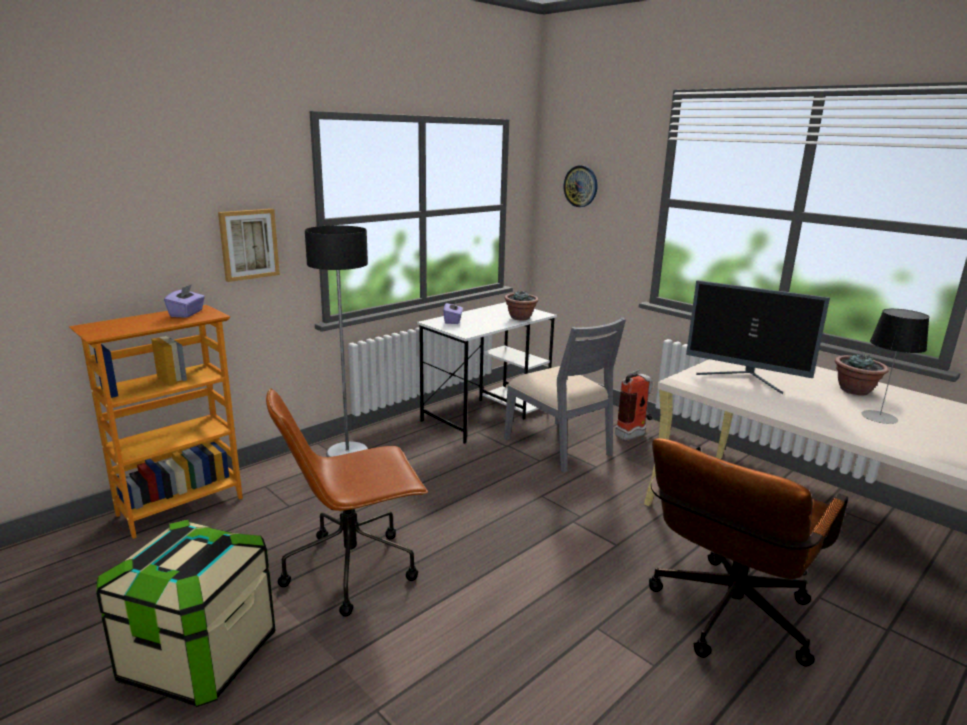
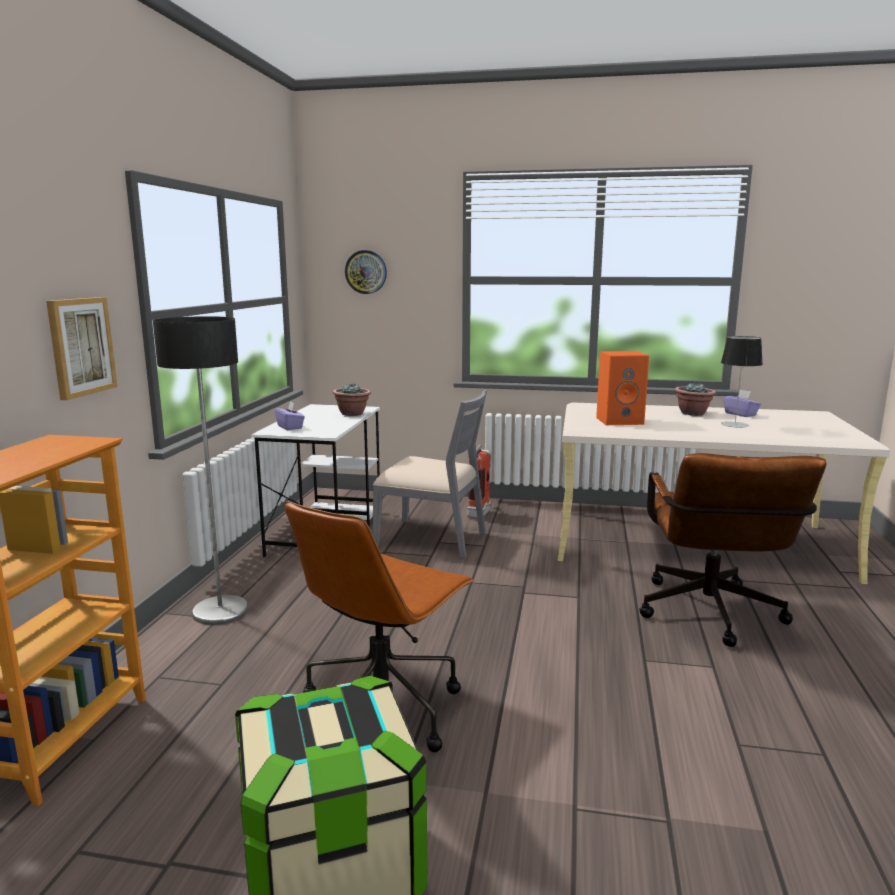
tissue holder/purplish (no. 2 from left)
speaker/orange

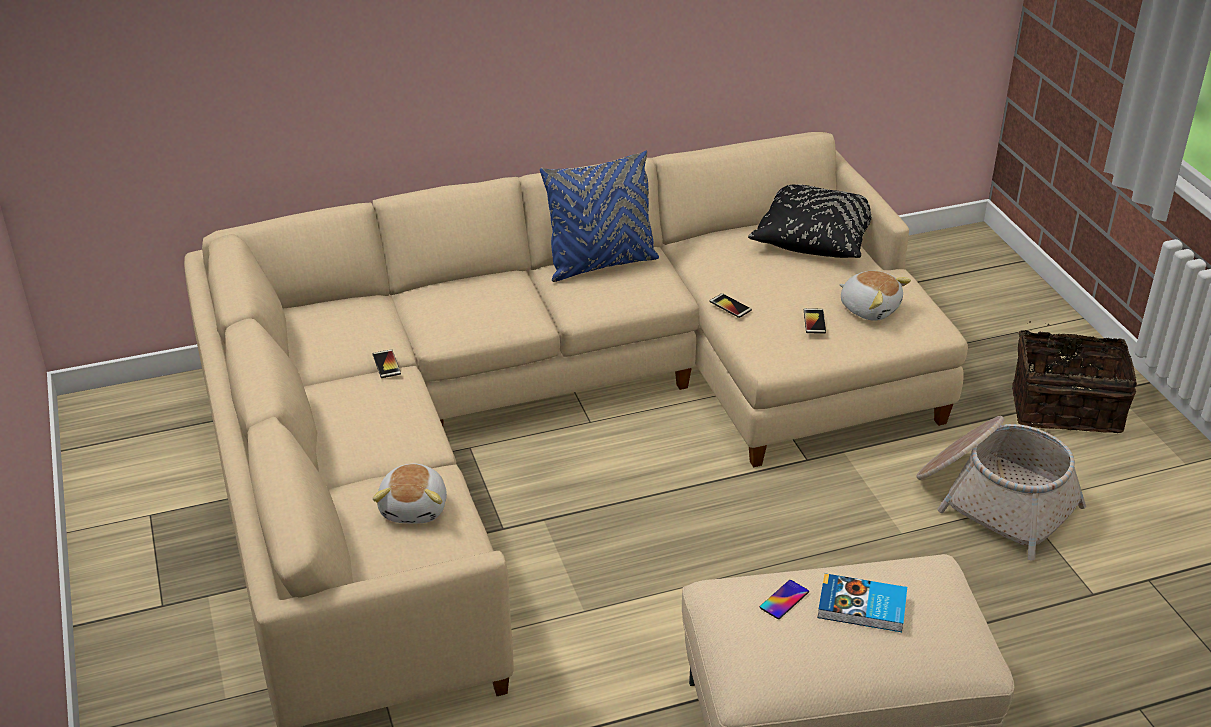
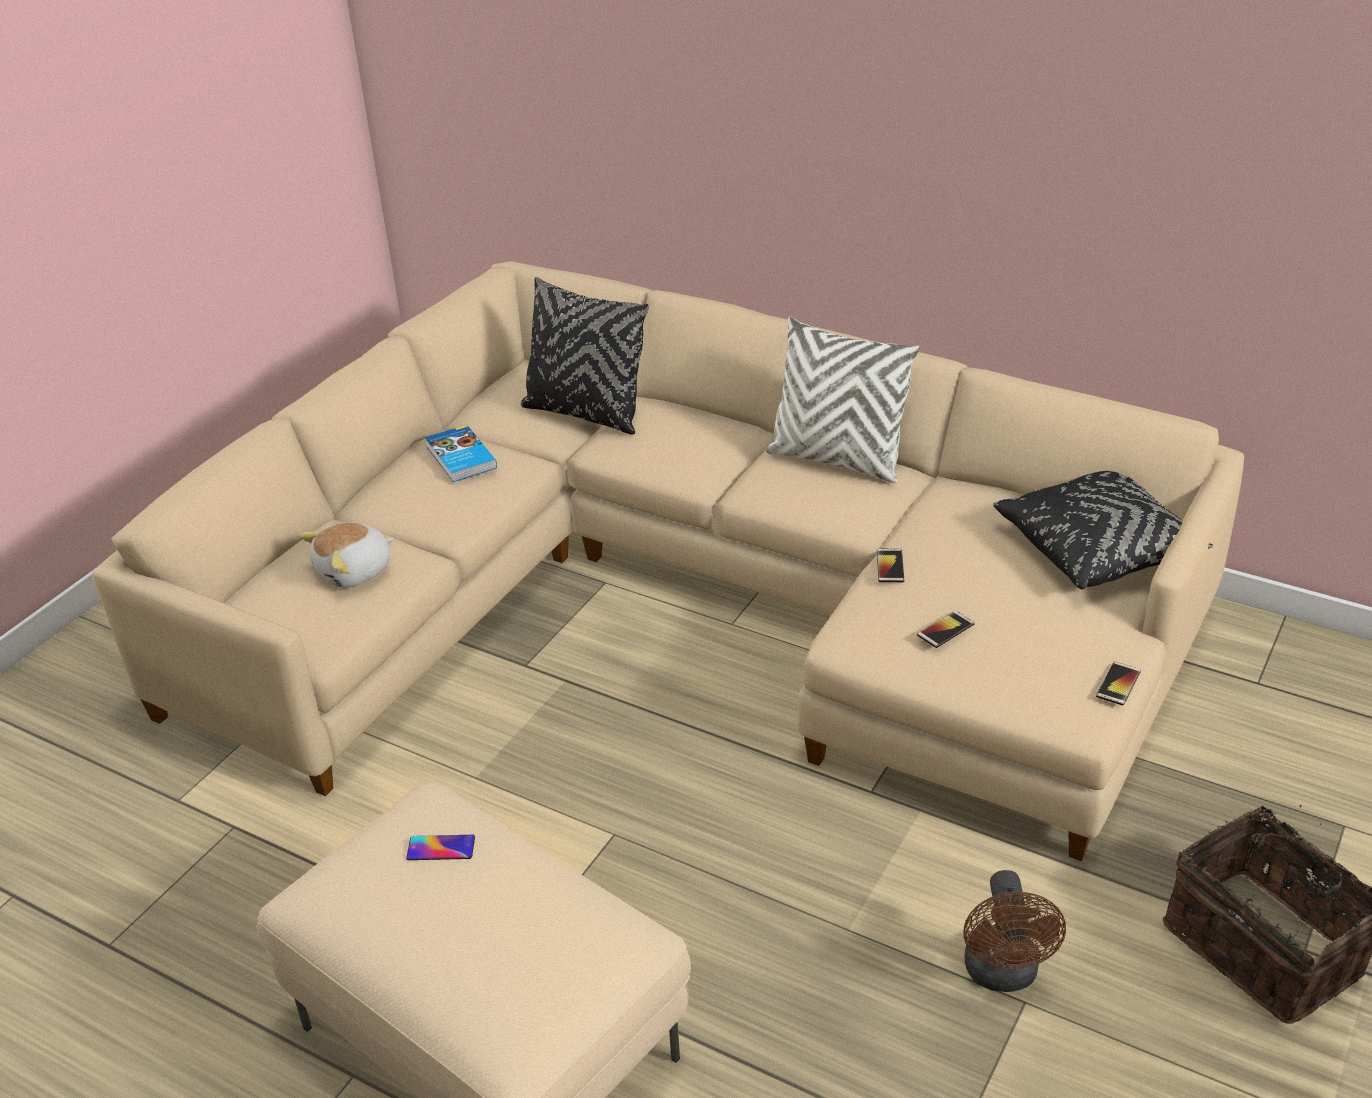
plush toy (no. 2 from left in the first image)
cushion/black (no. 1 from left)
handset (no. 4 from left)
bound book
electric fan/brown
cushion/white-coloured

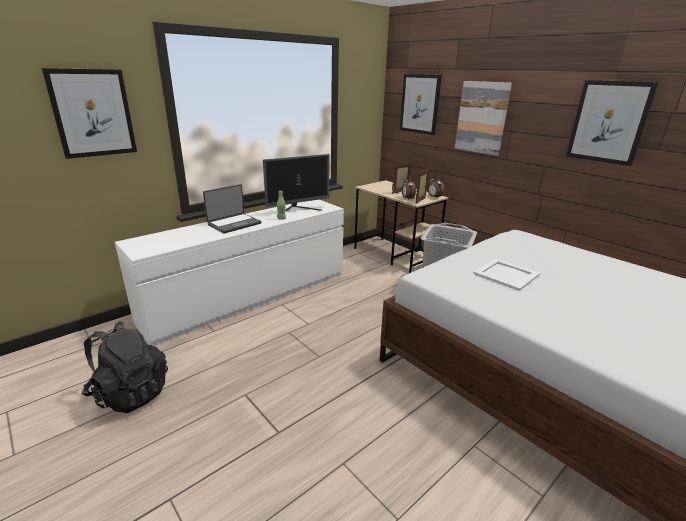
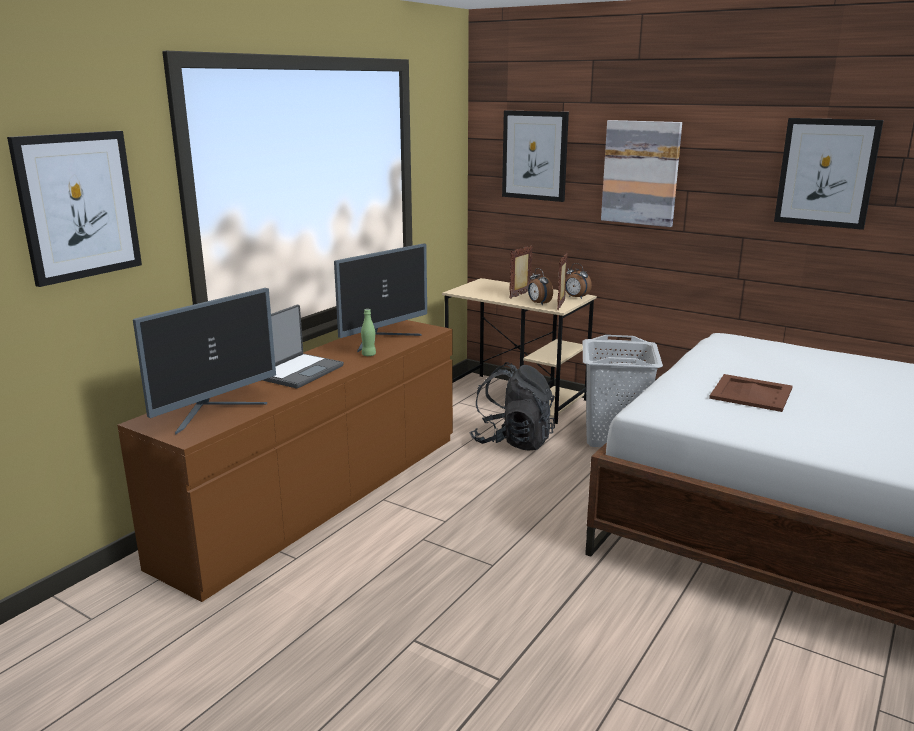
computer screen (no. 1 from left)
knapsack/black
drawer chest/brown
serving tray/brown

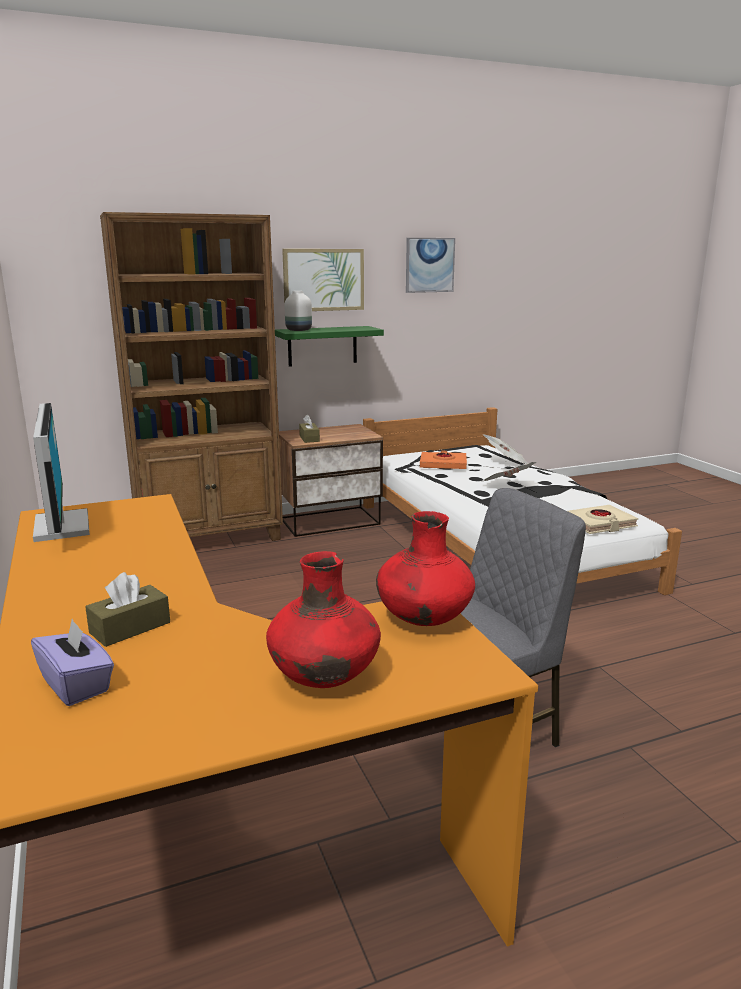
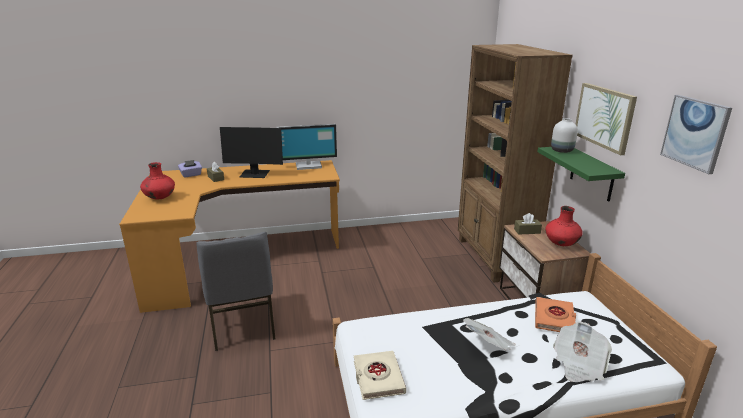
computer screen (no. 1 from left)
vase/reddish (no. 2 from left)

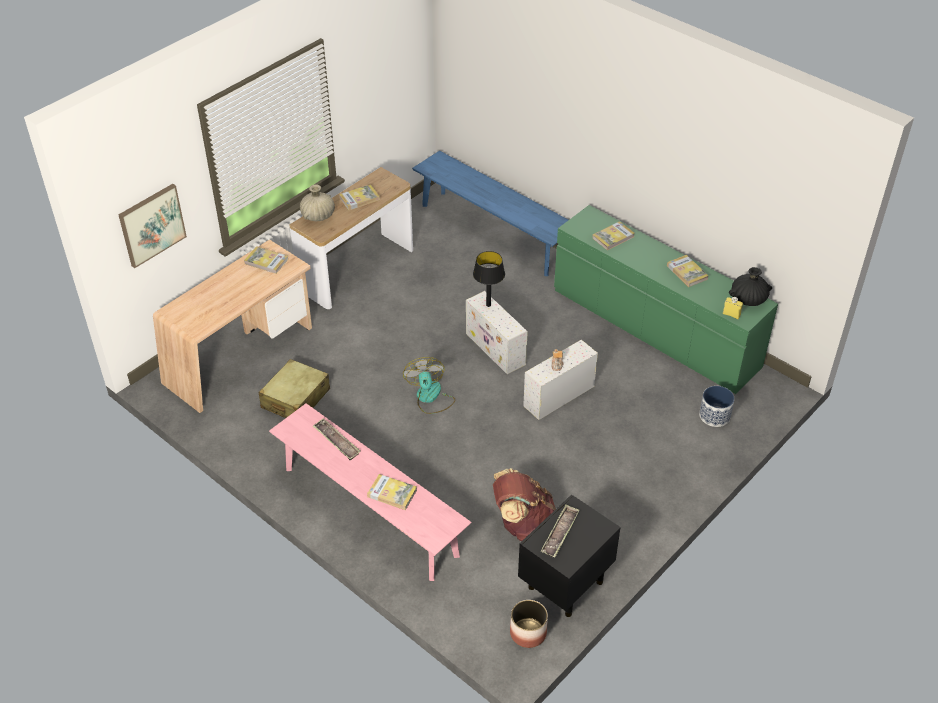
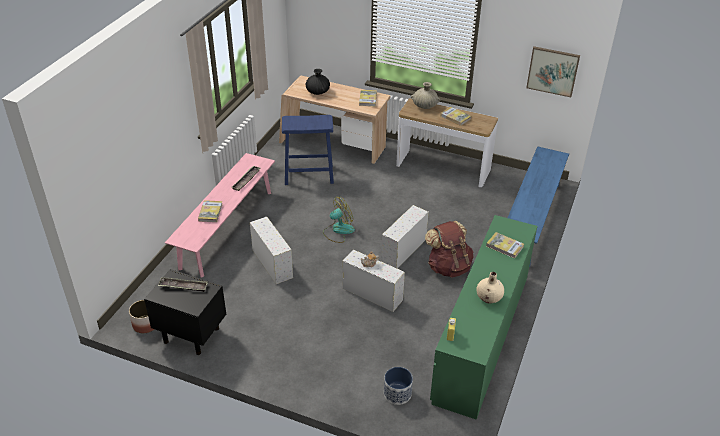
lamp for a table/black
storage bin/white-coloured (no. 1 from left)
wall picture
knapsack/brown
vase/black
sitting stool/blue
vase/beige (no. 2 from left)

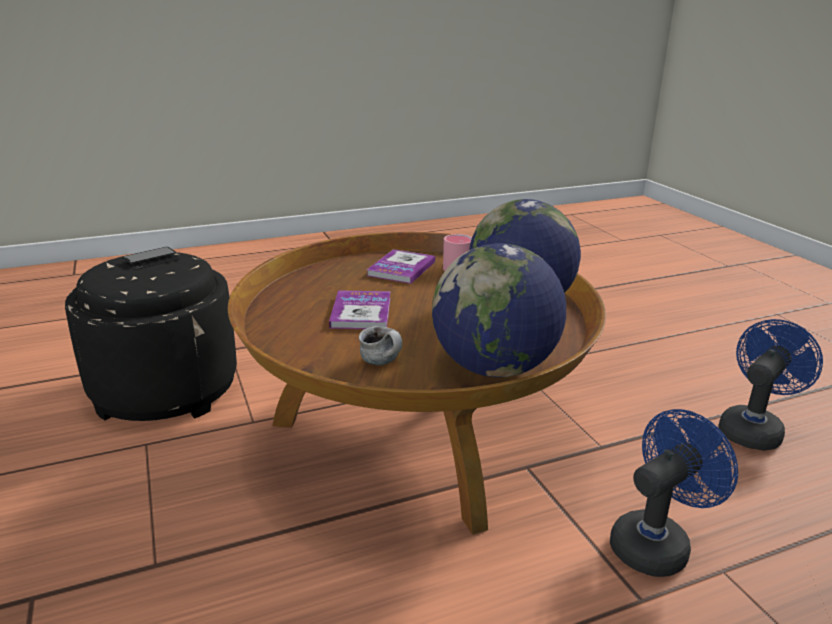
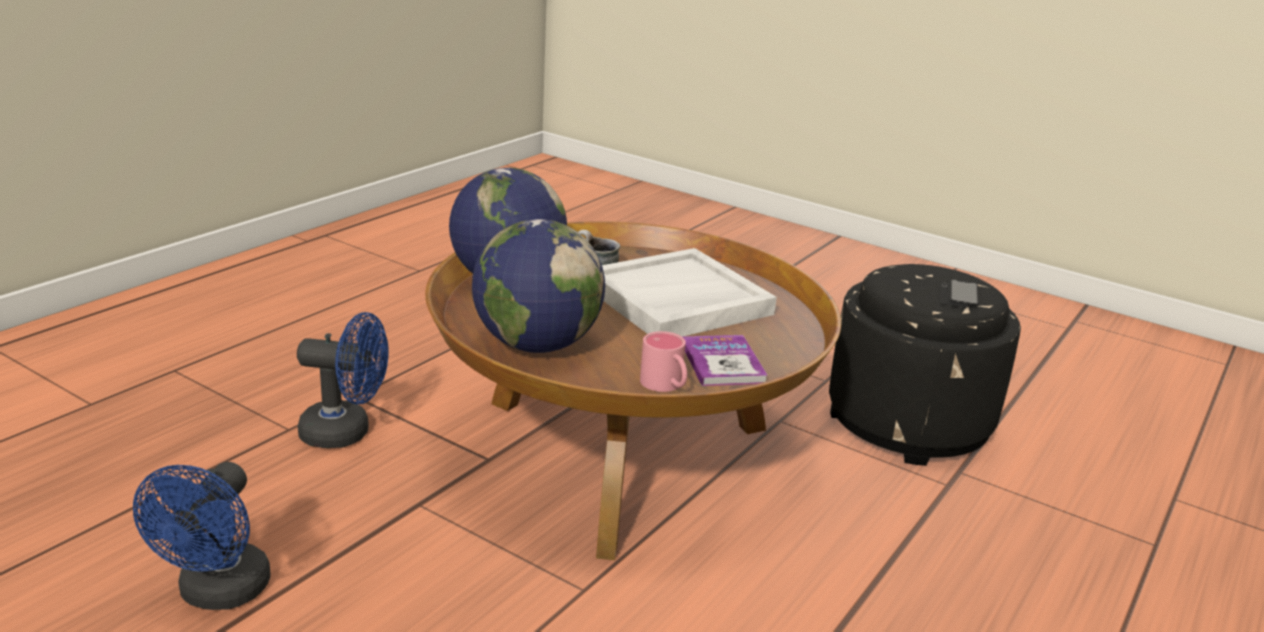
serving tray/white-coloured
electric fan/blue (no. 2 from left)

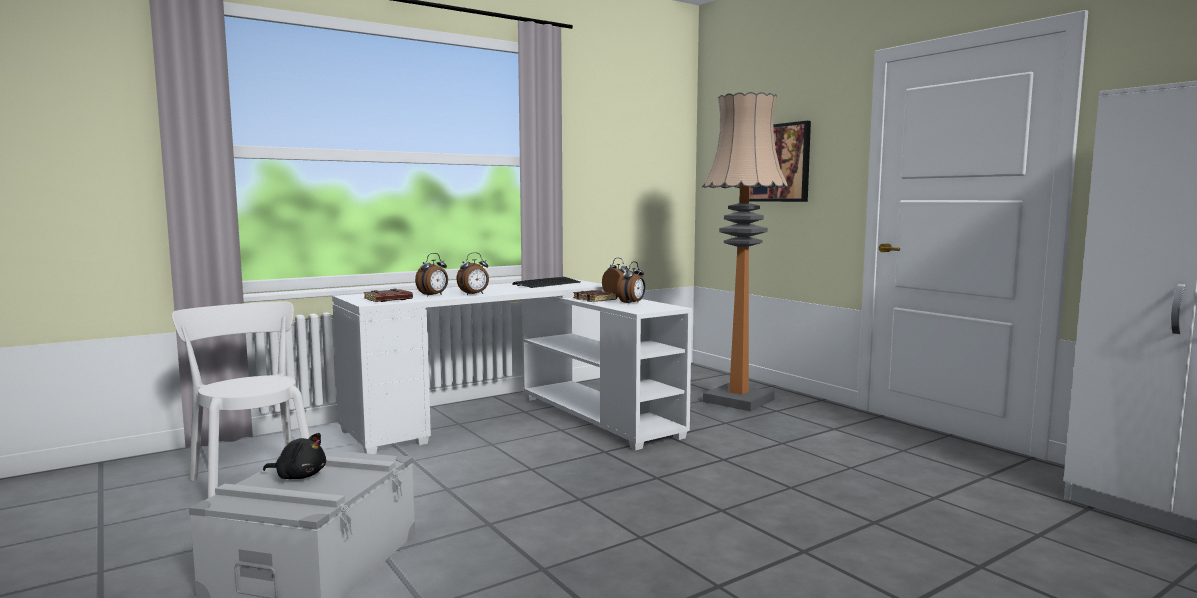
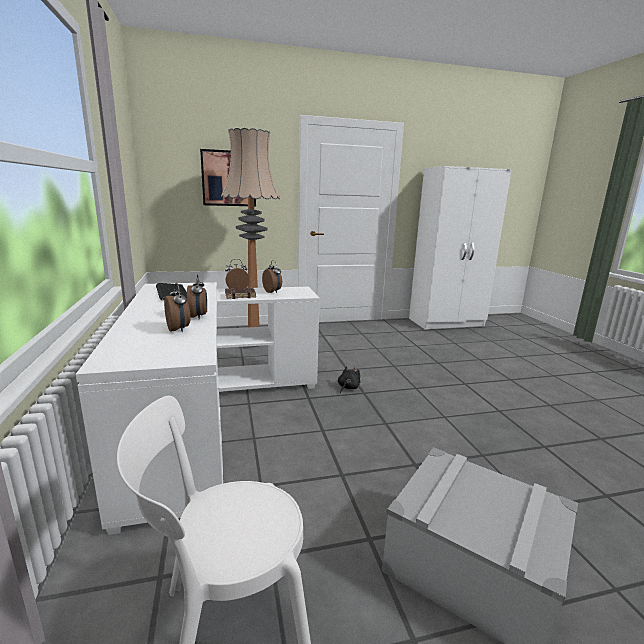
bound book/brown (no. 1 from left in the first image)
plush toy/black

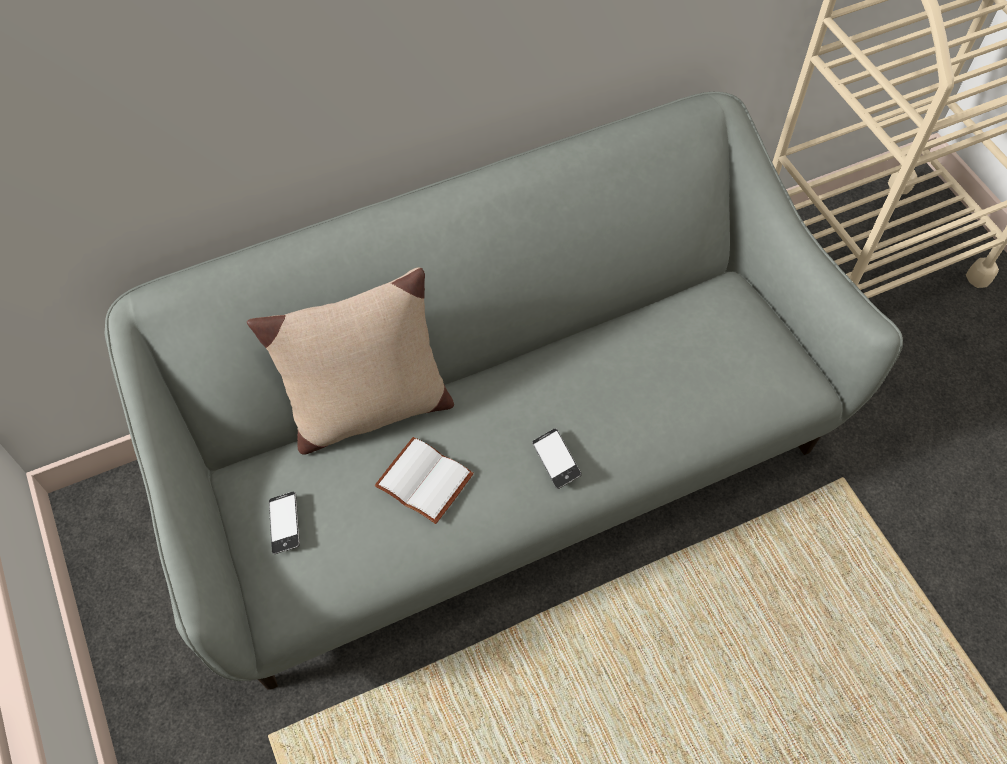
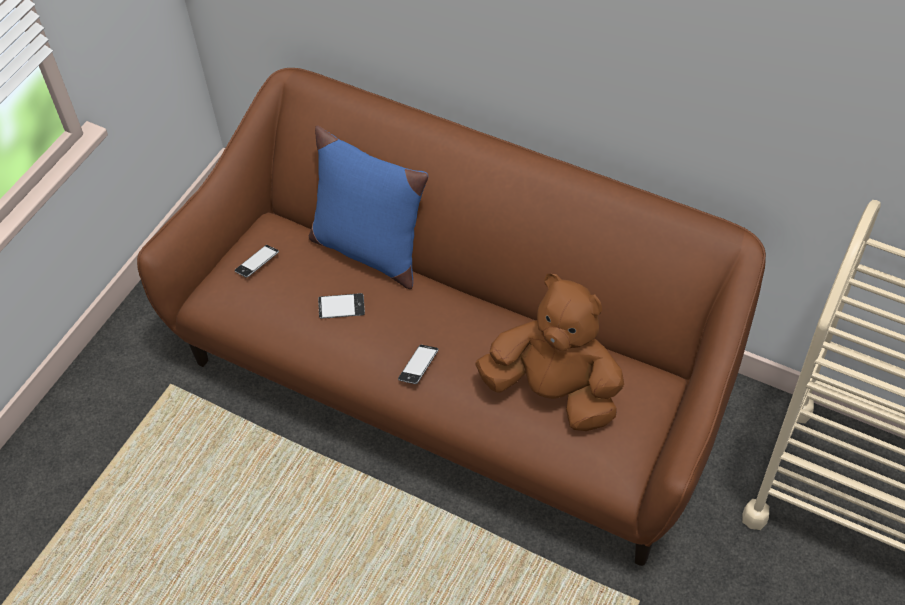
plush toy/brown
handset (no. 2 from left)
couch/brown
cushion/blue

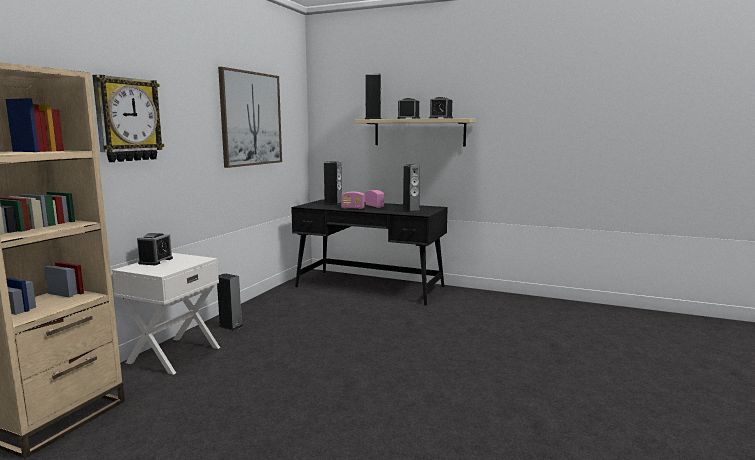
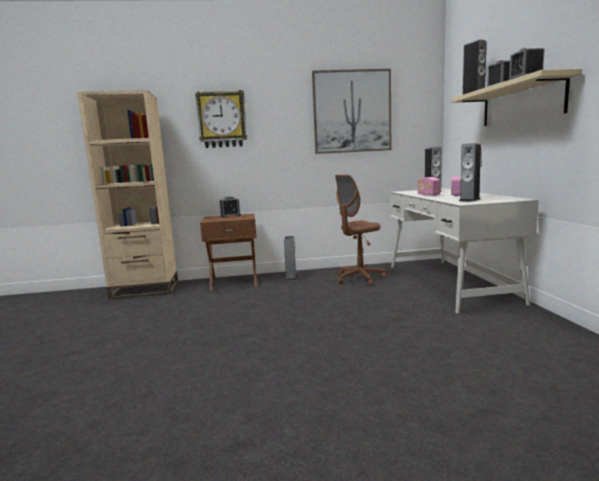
desk chair/brown
night table/brown
desk unit/white-coloured

